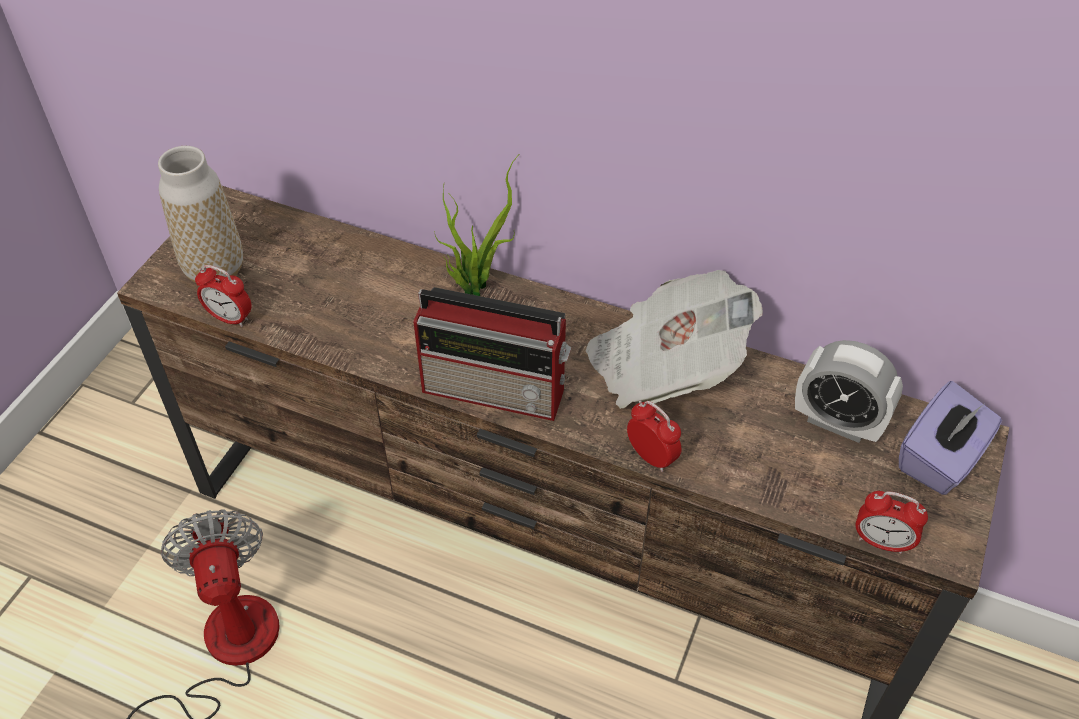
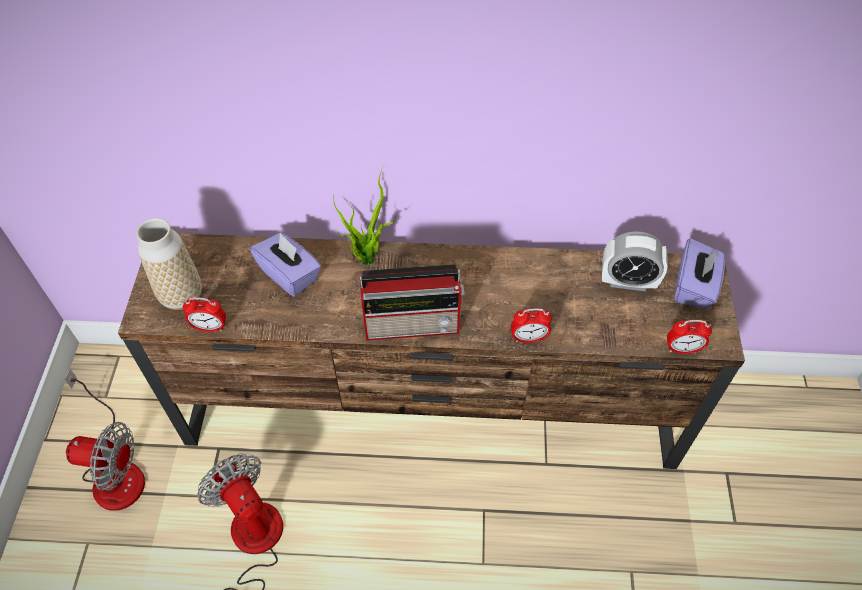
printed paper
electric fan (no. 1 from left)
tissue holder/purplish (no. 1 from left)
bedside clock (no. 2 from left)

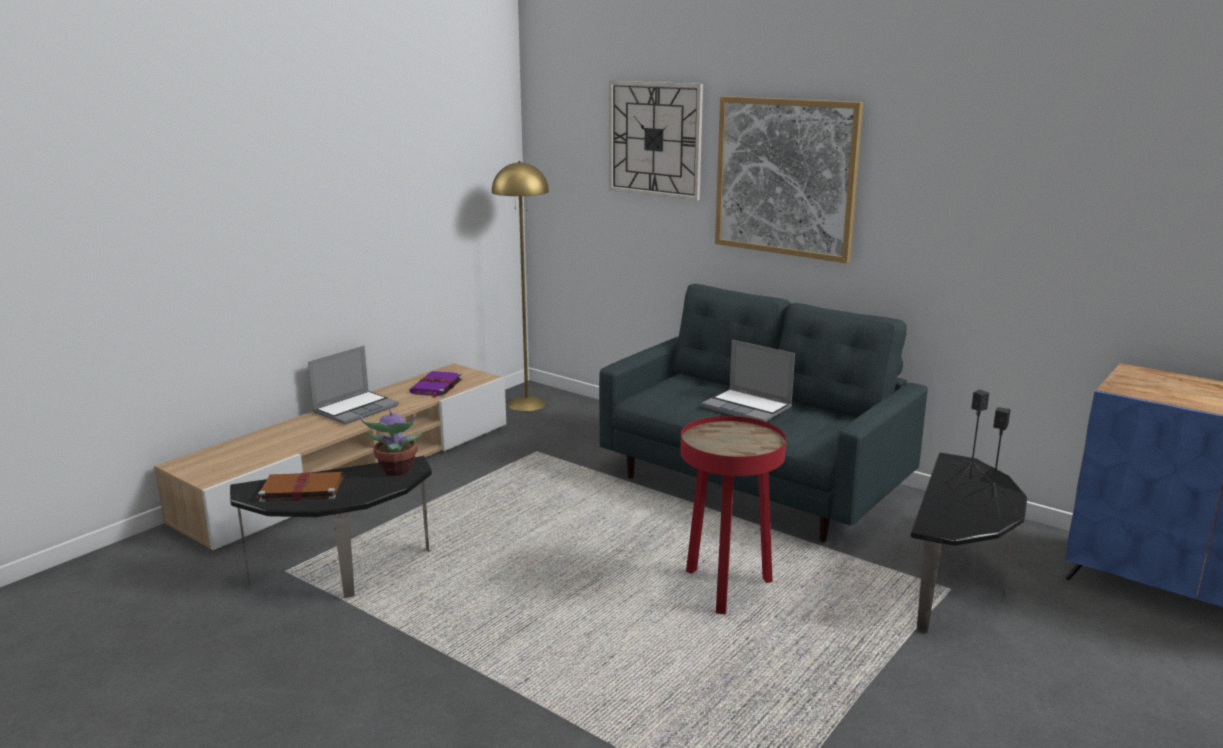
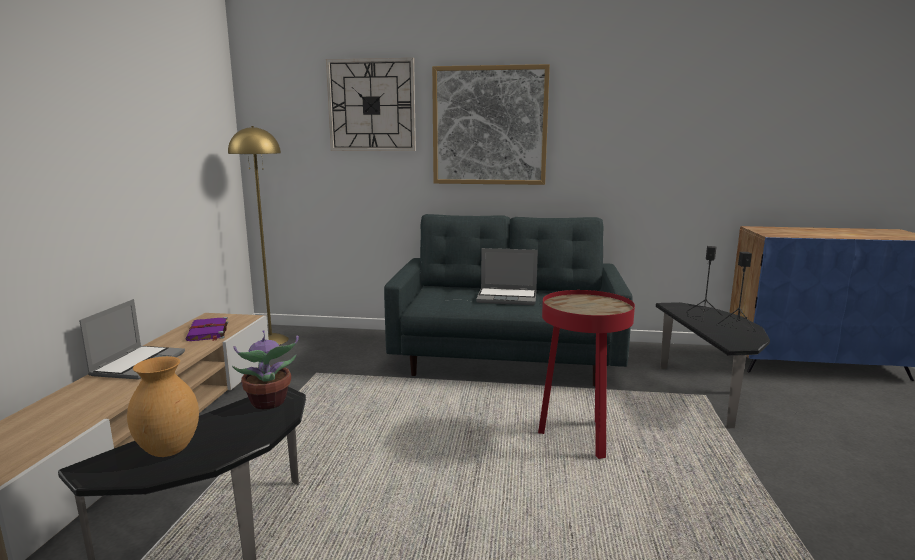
vase/brown

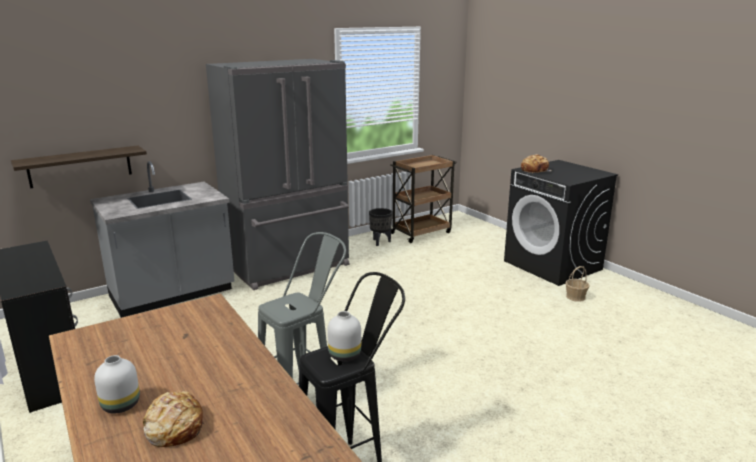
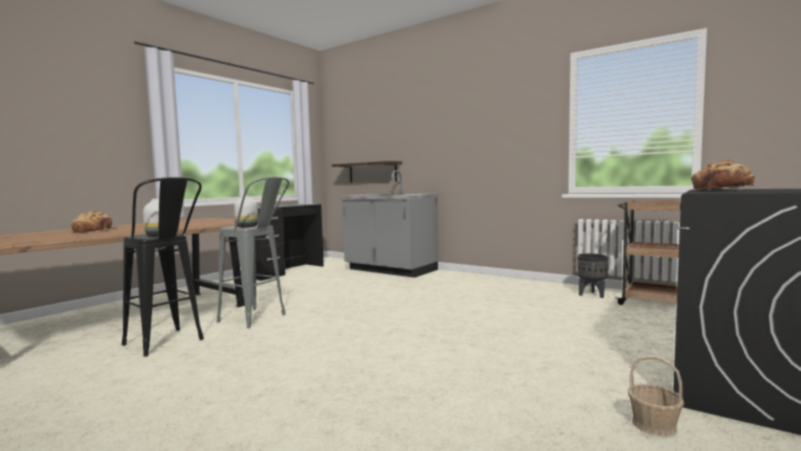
refrigerator/gray
vase/white-coloured (no. 2 from left)

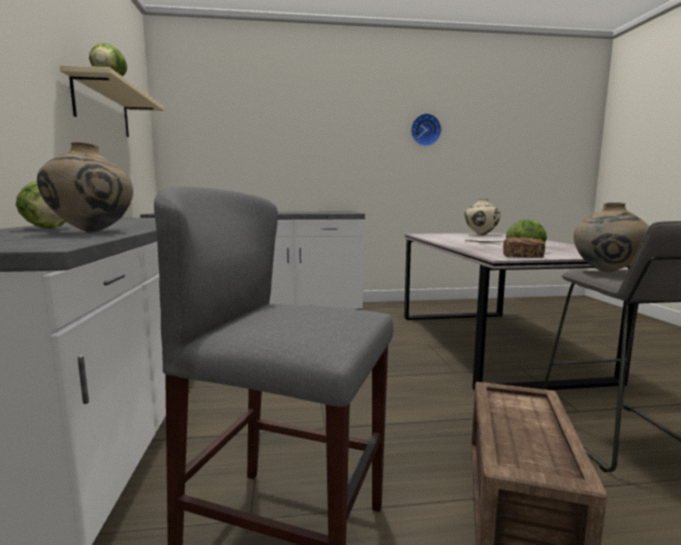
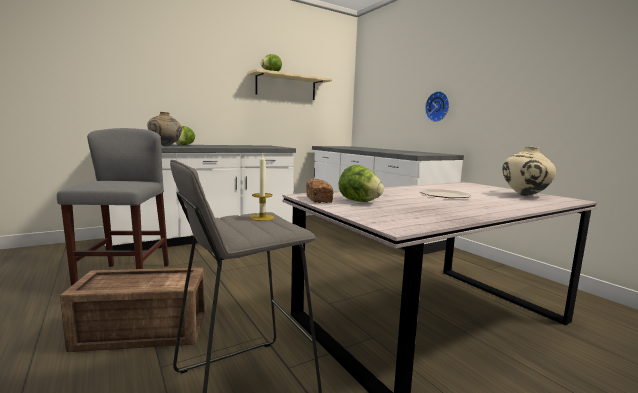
wall clock
candle

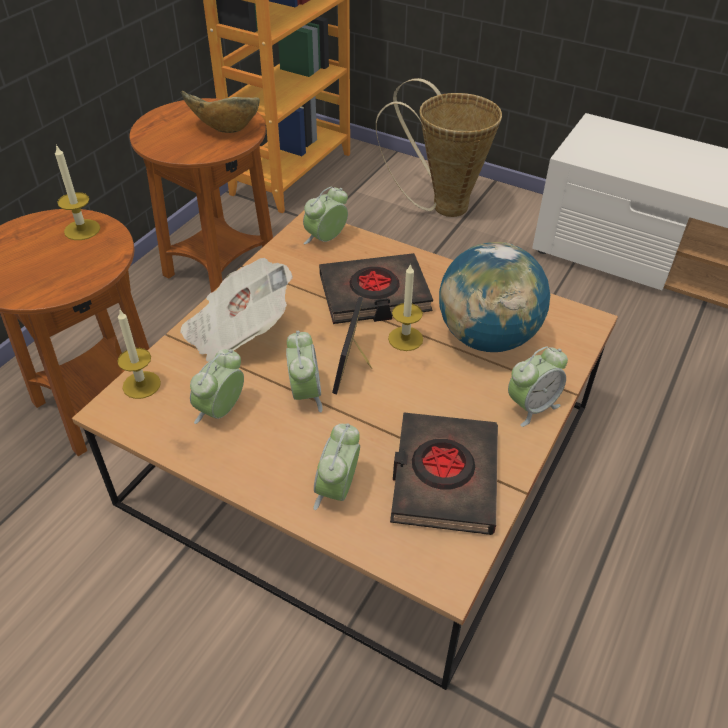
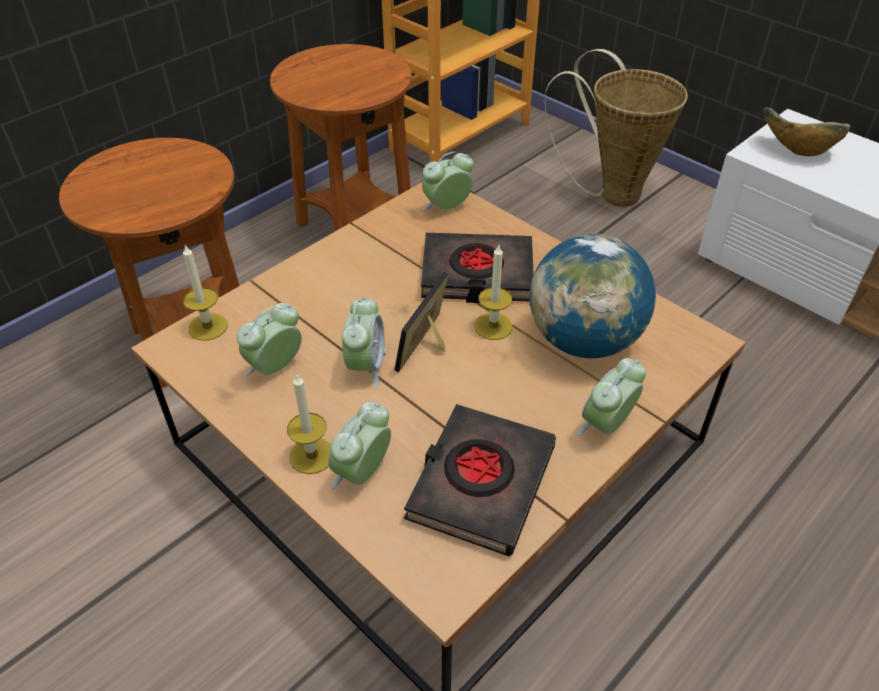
printed paper
candle (no. 2 from left)
bowl
bedside clock (no. 5 from left)

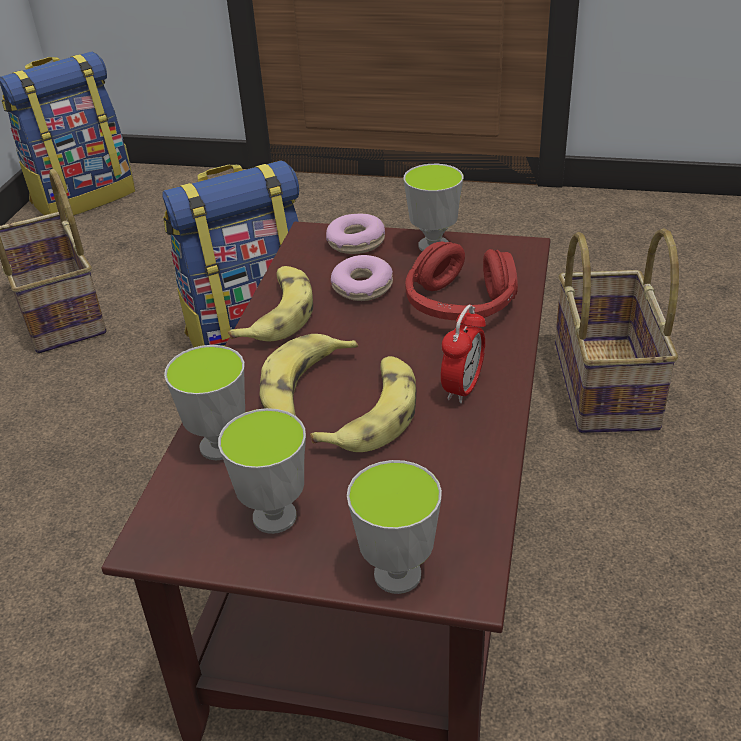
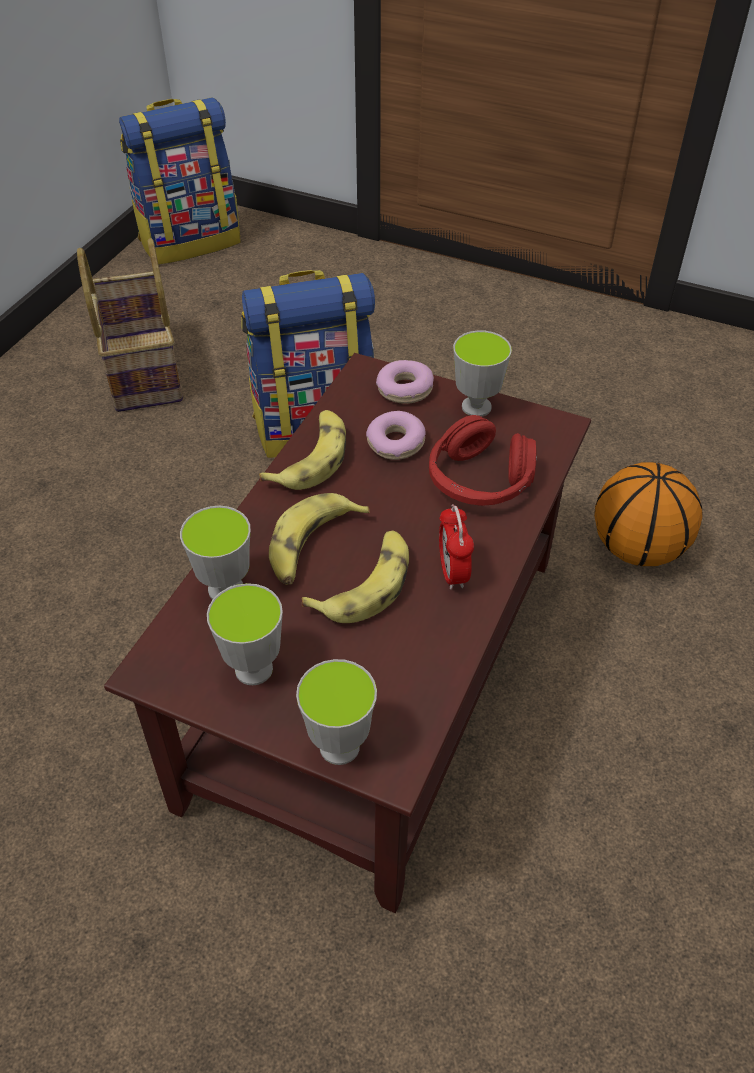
basketball
bedside clock

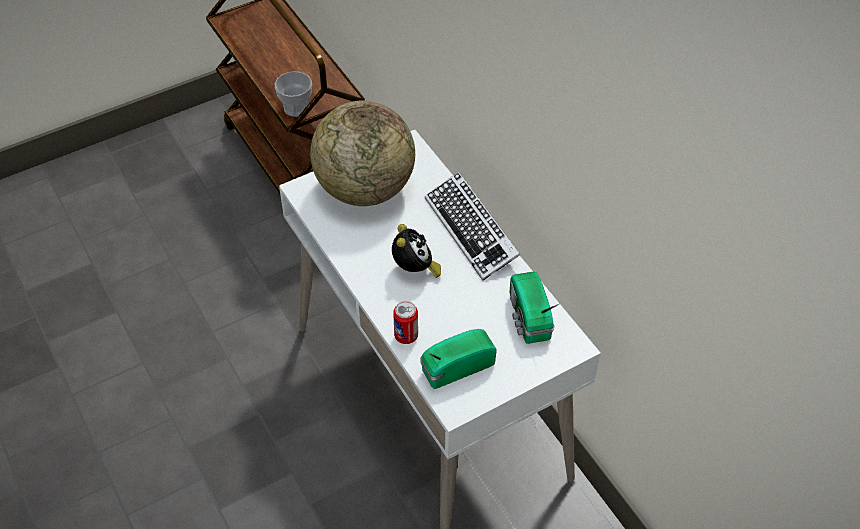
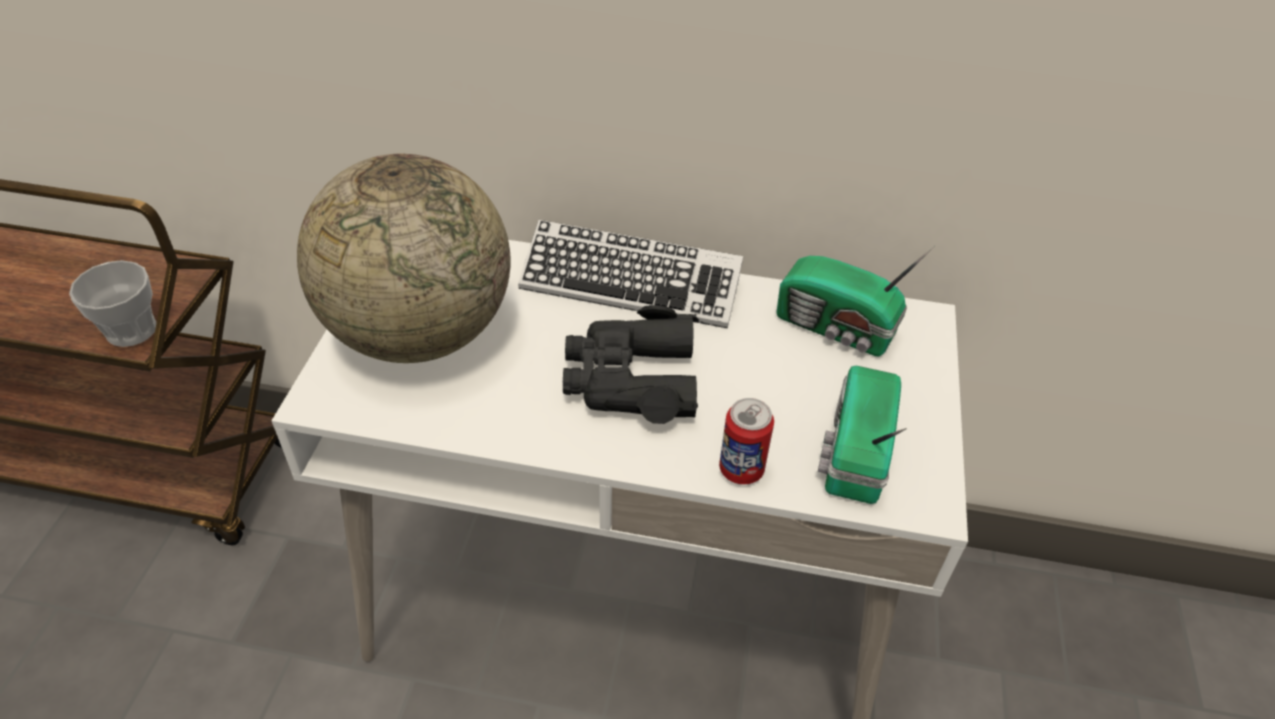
pair of binoculars/black

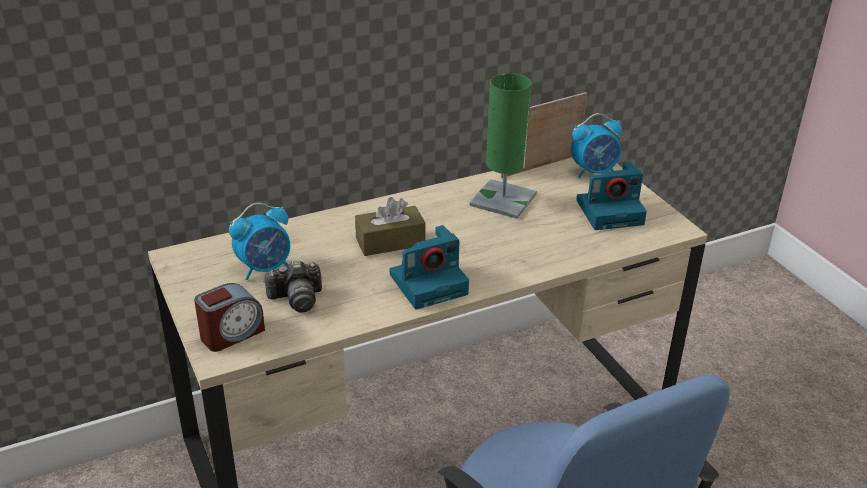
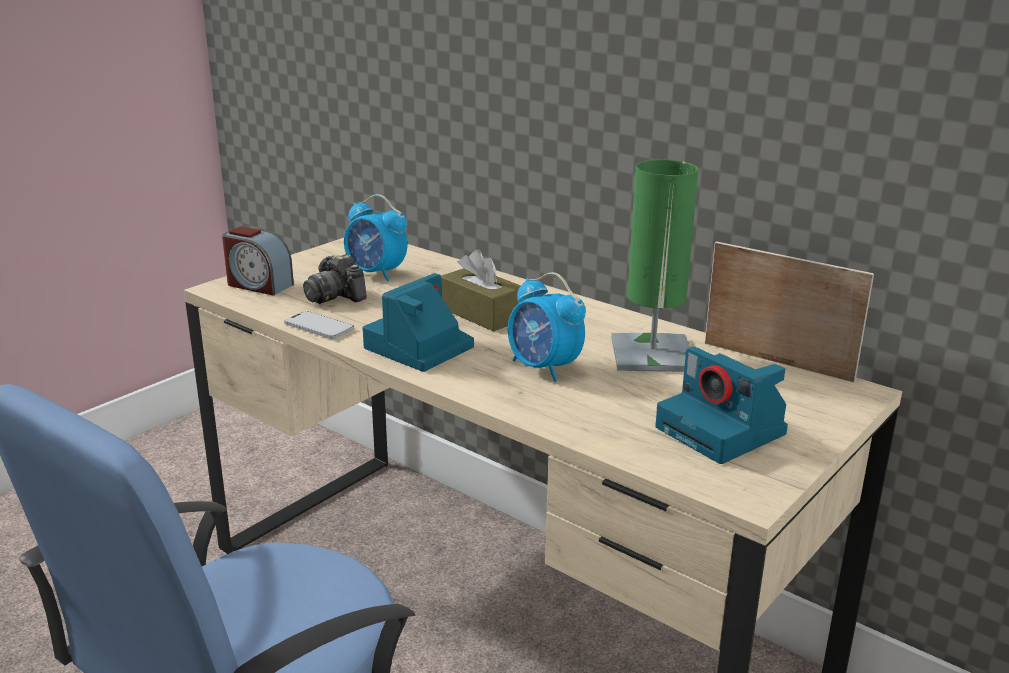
handset
bedside clock (no. 3 from left)
photo camera (no. 2 from left)

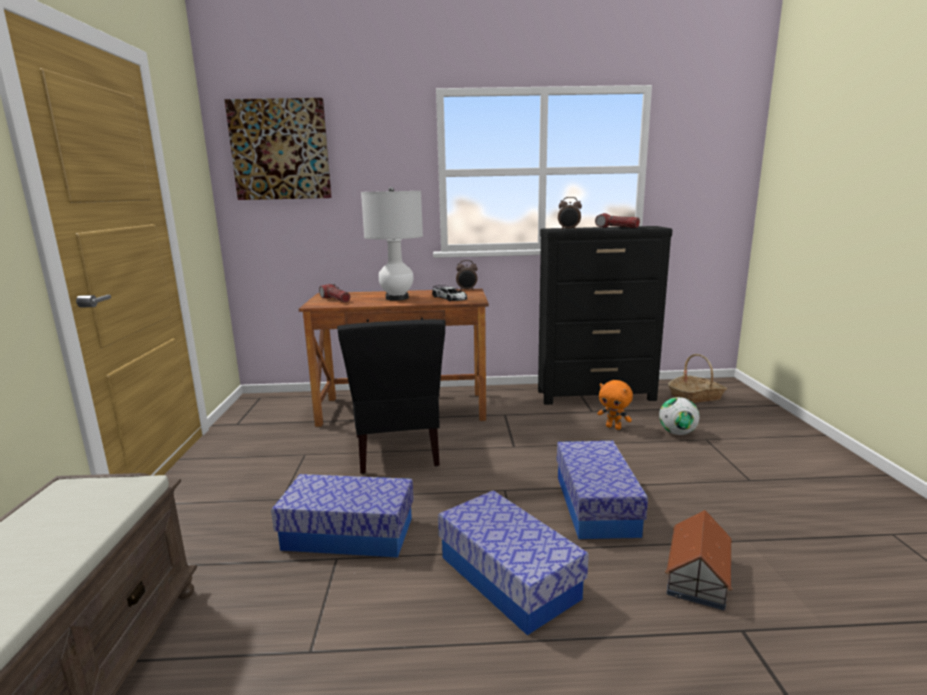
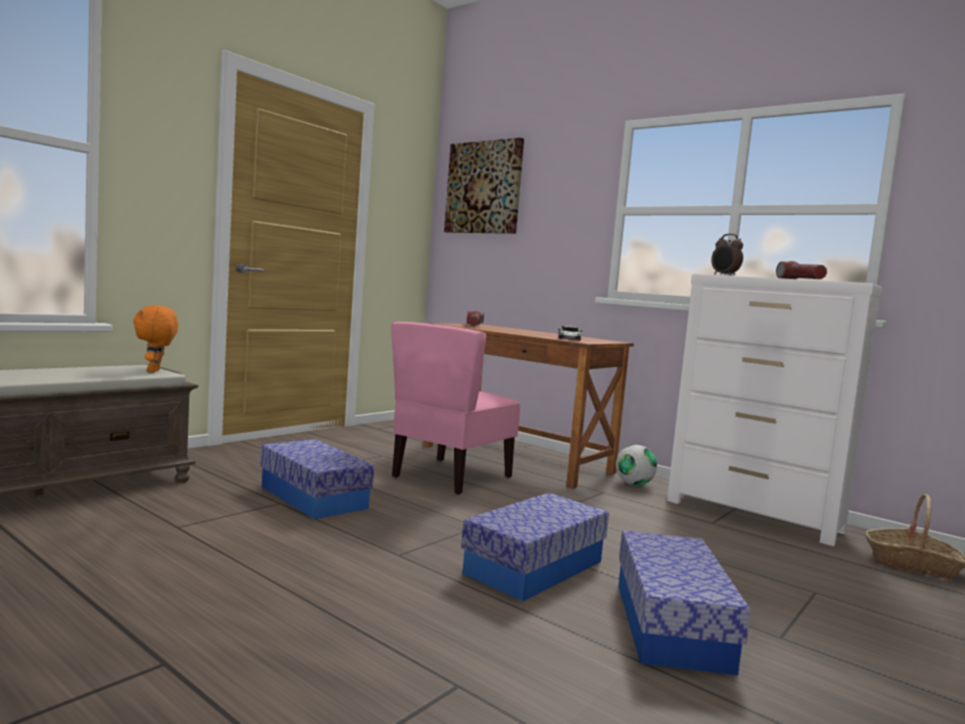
lamp for a table/white-coloured
bedside clock (no. 1 from left in the first image)
model house
storage bin (no. 3 from left)
plush toy/orange
football
upright chair/pink-coloured
drawer chest/white-coloured

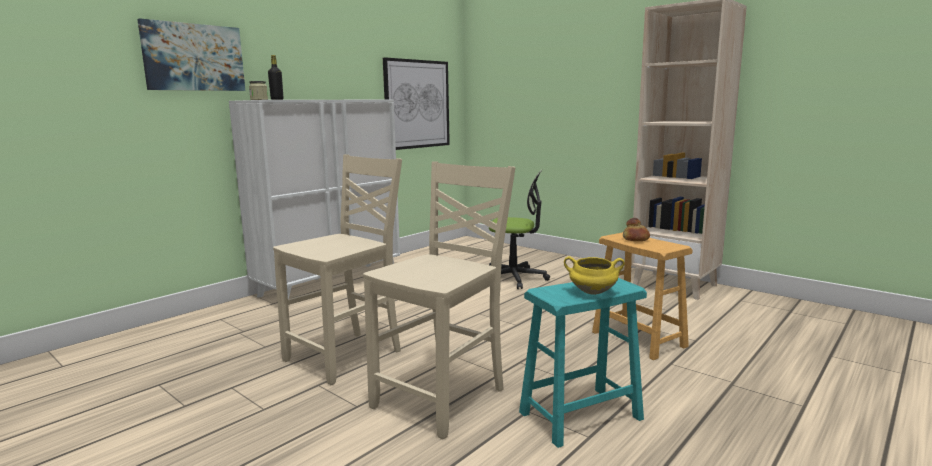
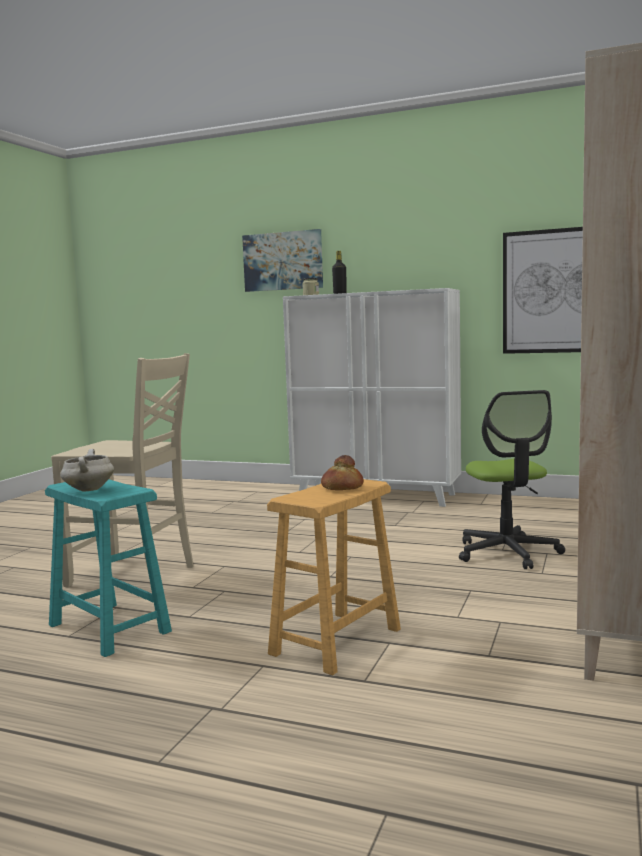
upright chair/beige (no. 1 from left in the first image)
saucepot/white-coloured

